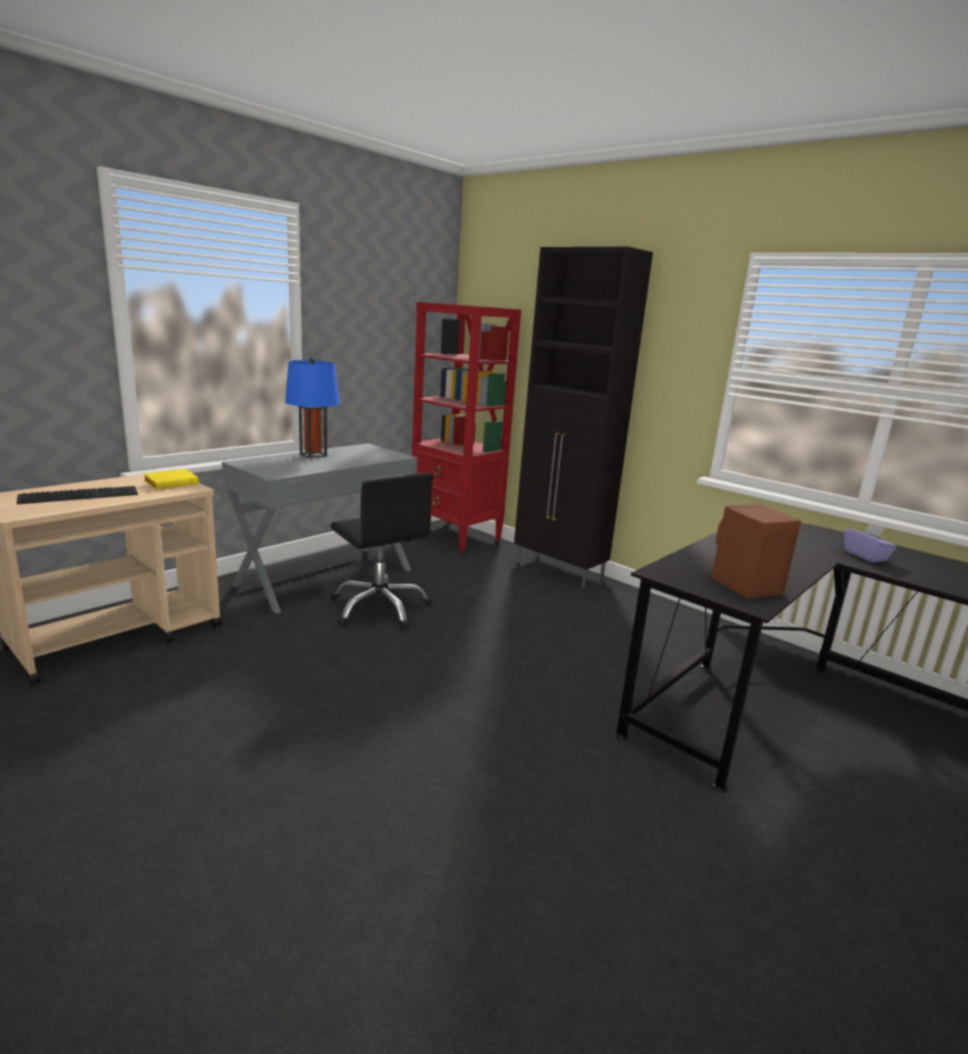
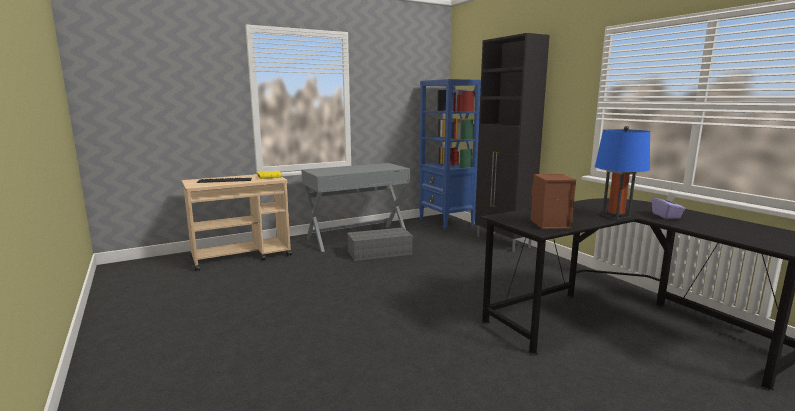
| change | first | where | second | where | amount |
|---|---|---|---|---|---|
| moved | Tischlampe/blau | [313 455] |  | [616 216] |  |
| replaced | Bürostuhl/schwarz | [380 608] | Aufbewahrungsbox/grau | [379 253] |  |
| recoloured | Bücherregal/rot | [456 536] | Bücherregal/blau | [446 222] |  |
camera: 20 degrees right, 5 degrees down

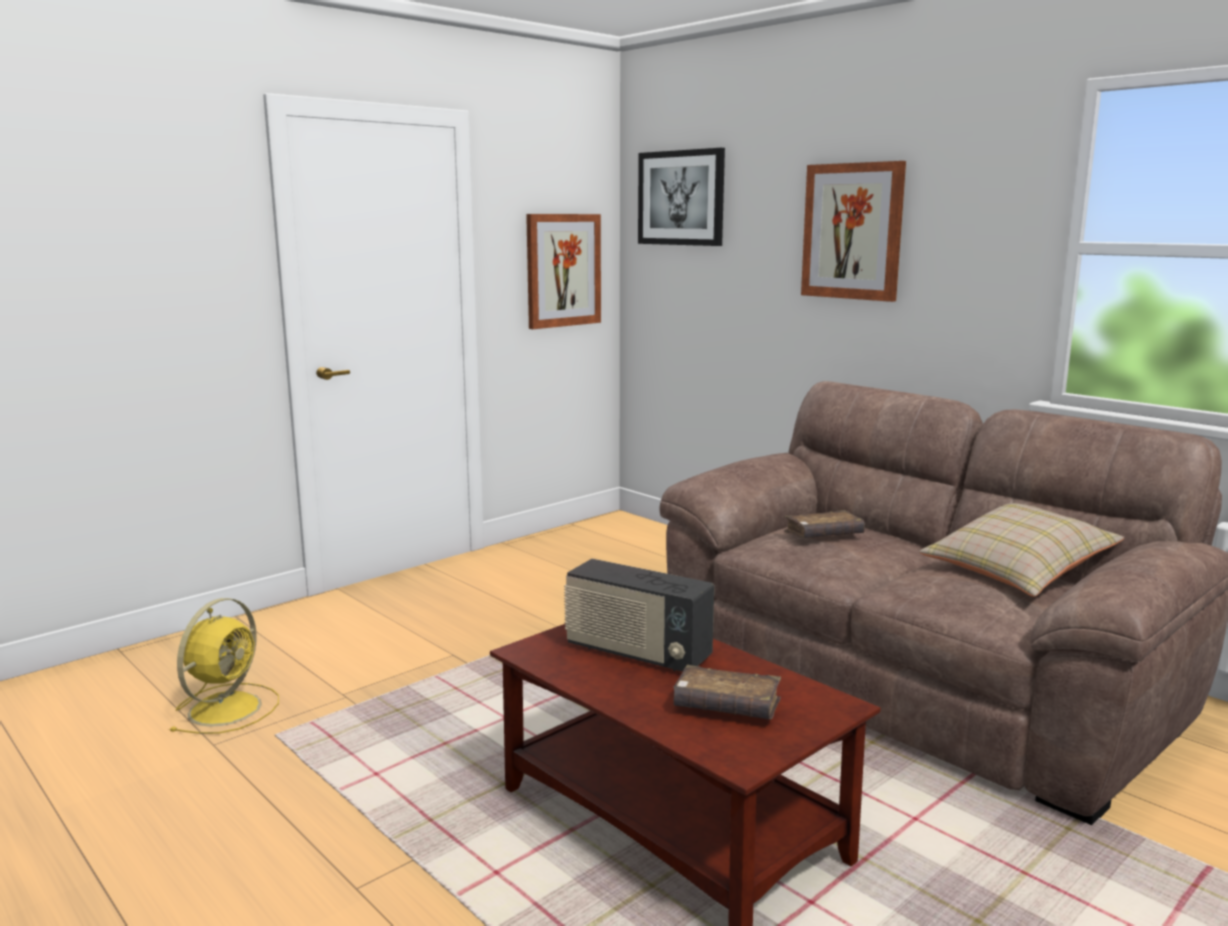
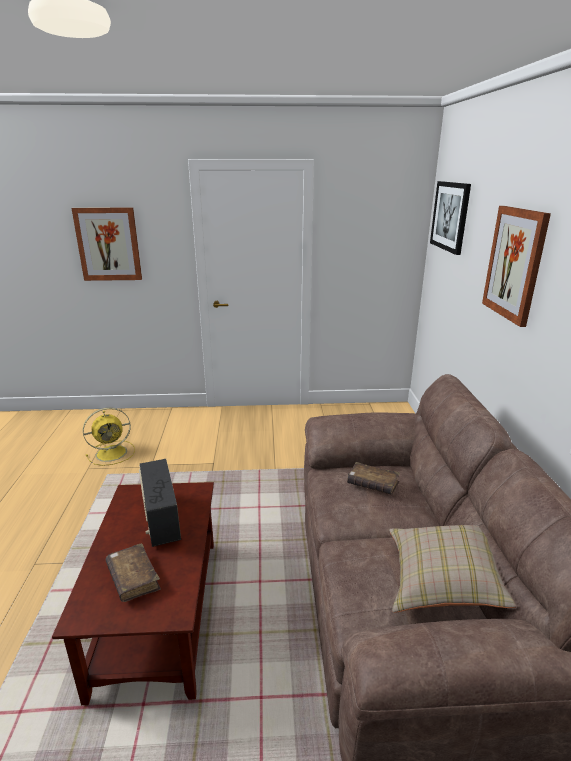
| change | first | where | second | where | amount |
|---|---|---|---|---|---|
| moved | Bild | [563 270] |  | [108 244] |  |
camera: 40 degrees right, 10 degrees up

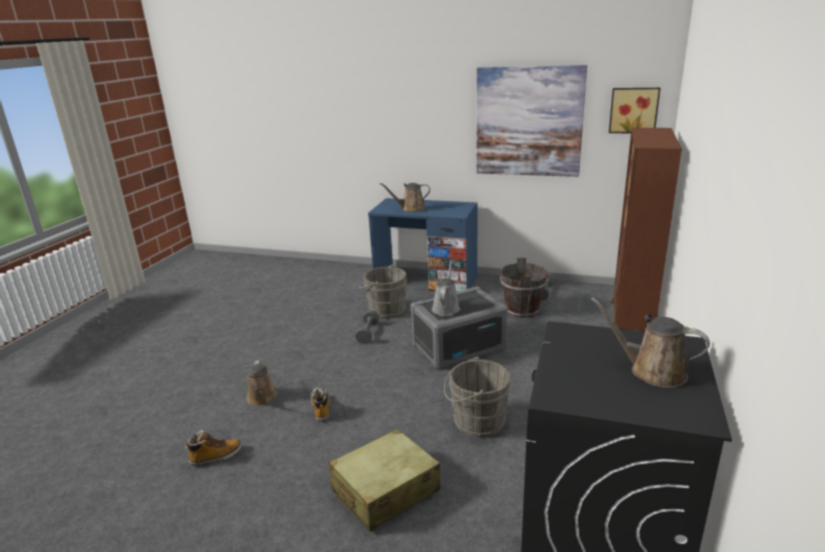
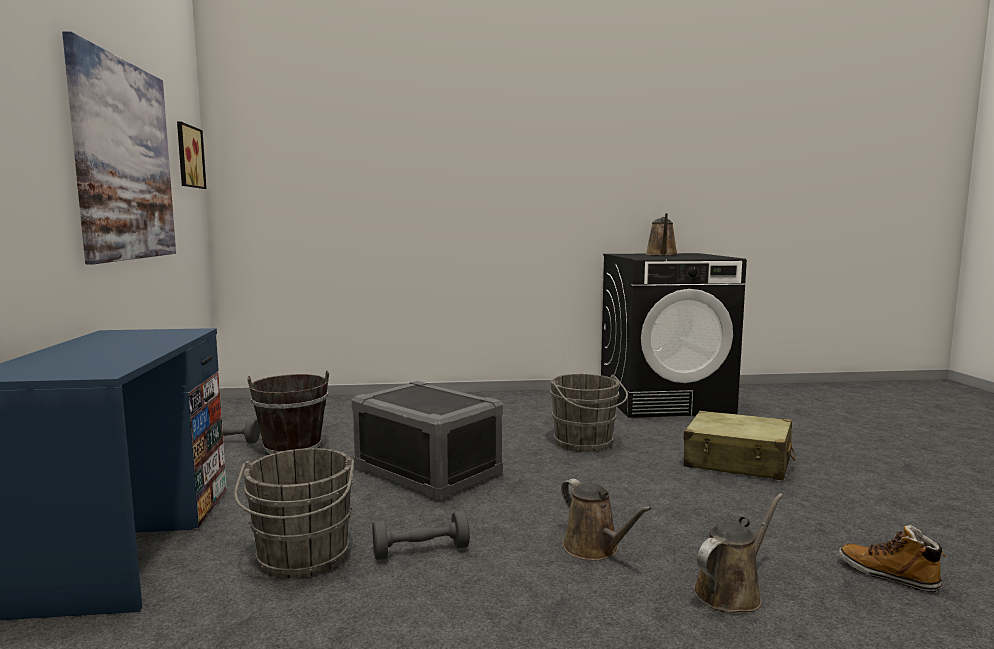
| change | first | where | second | where | amount |
|---|---|---|---|---|---|
| removed | Stiefel | [321 409] |  |  |  |
| removed | Gießkanne/grau | [446 307] |  |  |  |
| removed | Bücherregal/braun | [630 323] |  |  |  |
| moved | Gießkanne/braun | [411 209] |  | [594 549] |  |
camera: 115 degrees left, 15 degrees down

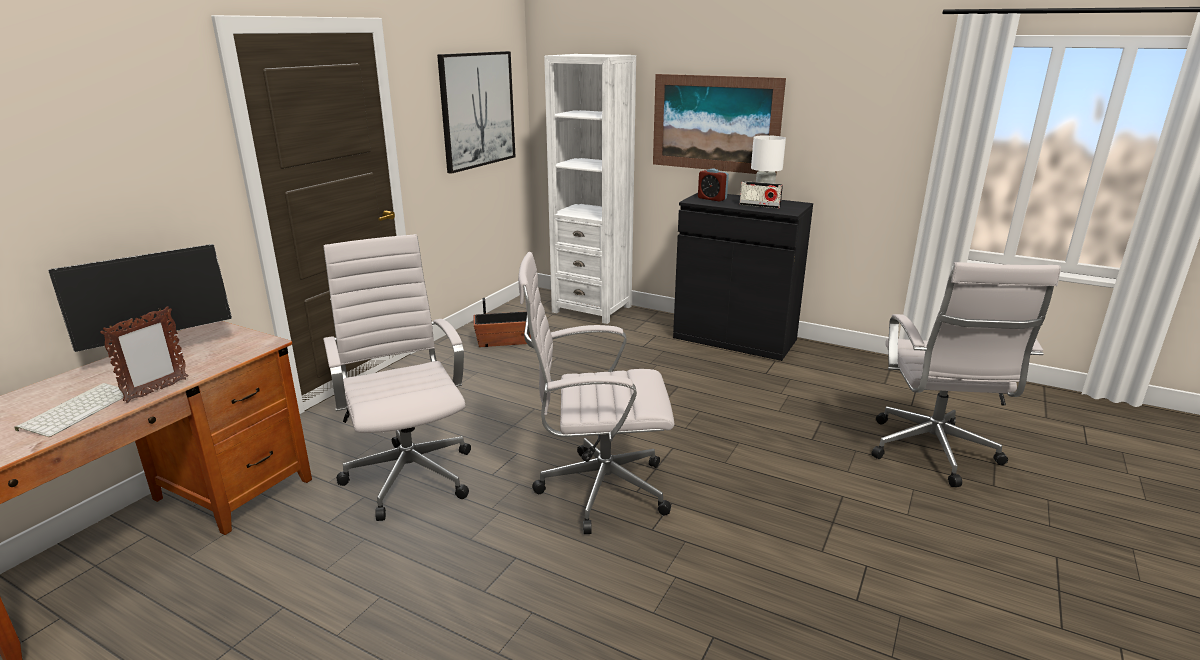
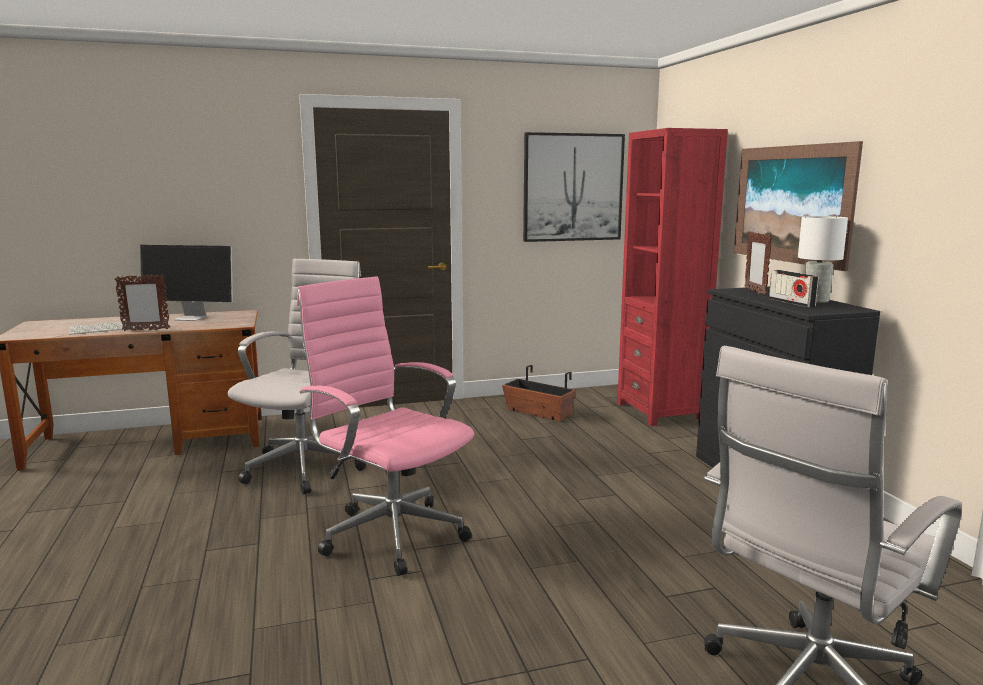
| change | first | where | second | where | amount |
|---|---|---|---|---|---|
| replaced | Wecker | [712 199] | Bilderrahmen | [755 292] |  |
| recoloured | Bürostuhl/weiß | [597 490] | Bürostuhl/rosa | [389 533] |  |
| recoloured | Bücherregal/weiß | [592 309] | Bücherregal/rot | [660 411] |  |
camera: 45 degrees right, 10 degrees down

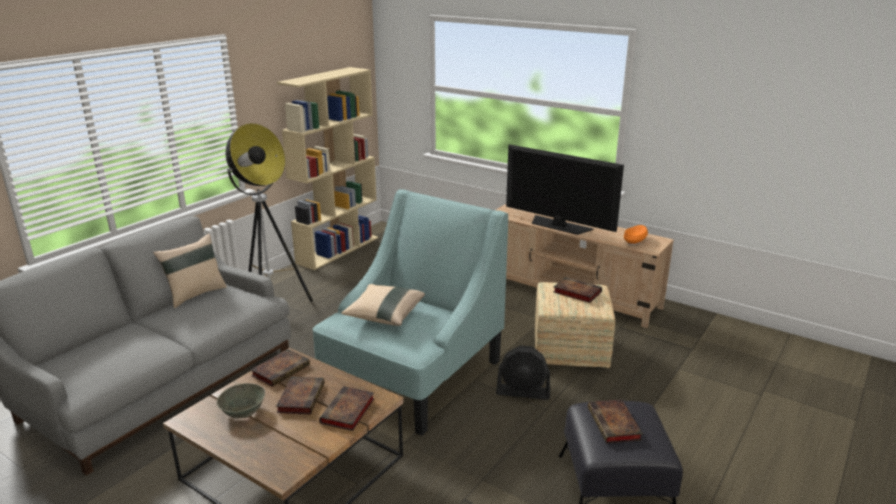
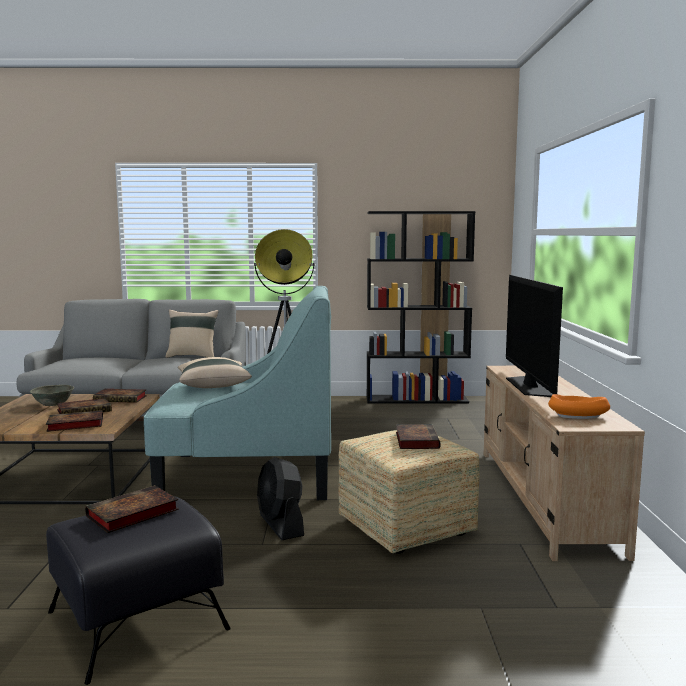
| change | first | where | second | where | amount |
|---|---|---|---|---|---|
| recoloured | Bücherregal/beige | [338 250] | Bücherregal/schwarz | [417 399] |  |
camera: 55 degrees right, 15 degrees down

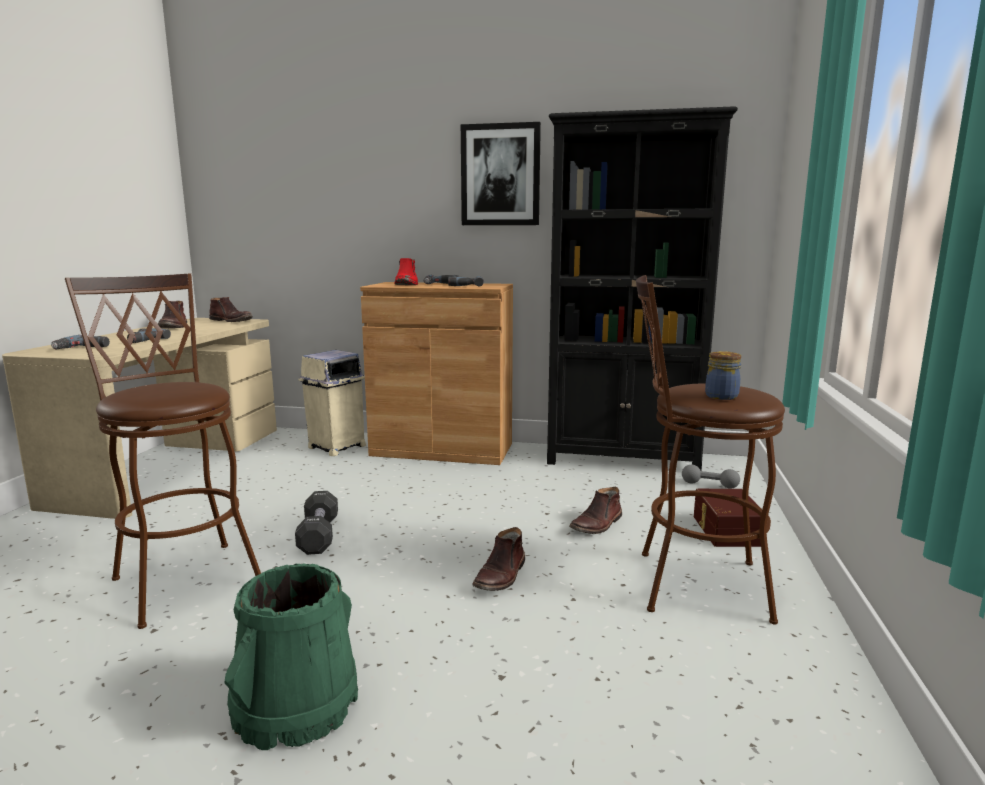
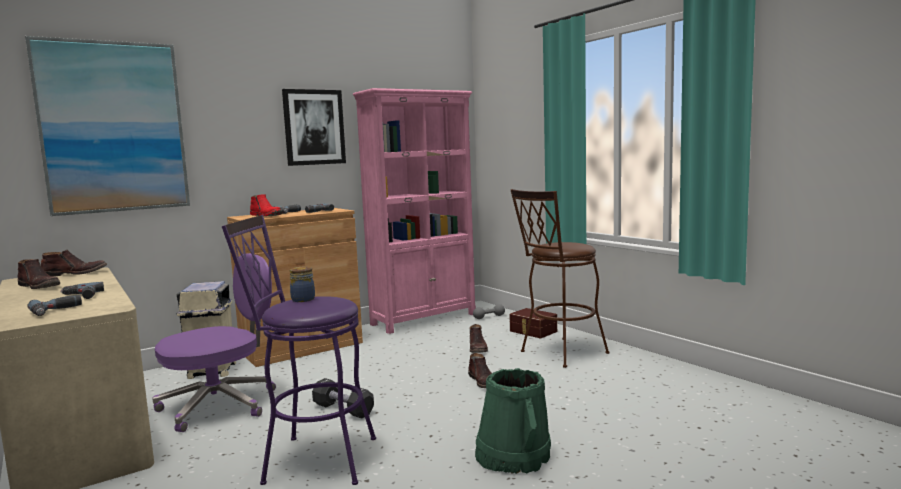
| change | first | where | second | where | amount |
|---|---|---|---|---|---|
| added |  |  | Bild | [113 127] |  |
| added |  |  | Bürostuhl/lila | [220 405] |  |
| moved | Vorratsglas | [721 396] |  | [302 299] |  |
| recoloured | Hocker/braun | [184 576] | Hocker/lila | [311 459] |  |
| recoloured | Bücherregal/schwarz | [623 459] | Bücherregal/rosa | [424 319] |  |
camera: 45 degrees left, 5 degrees down

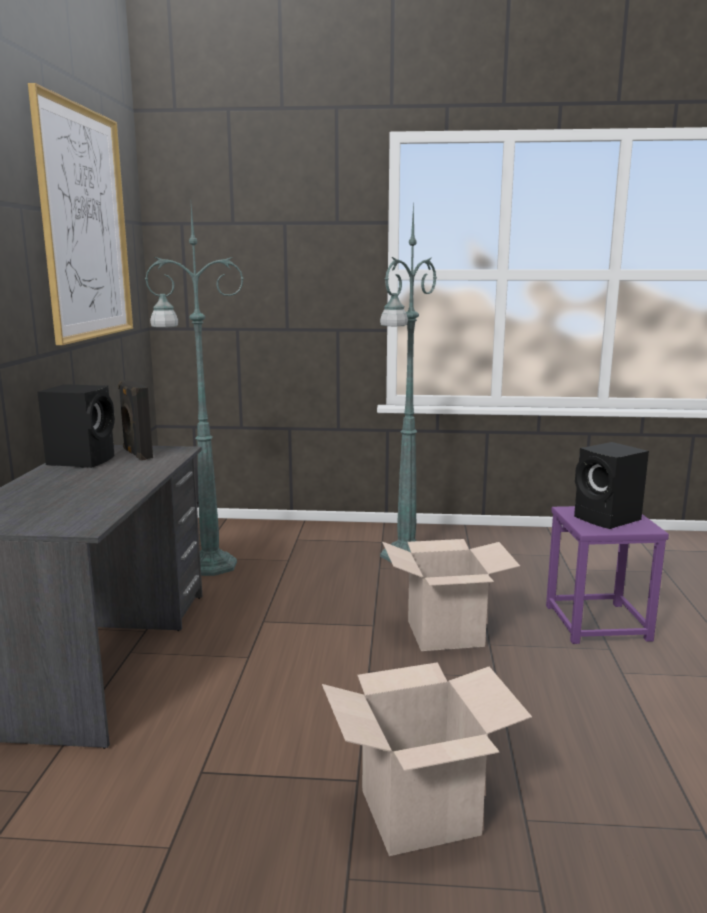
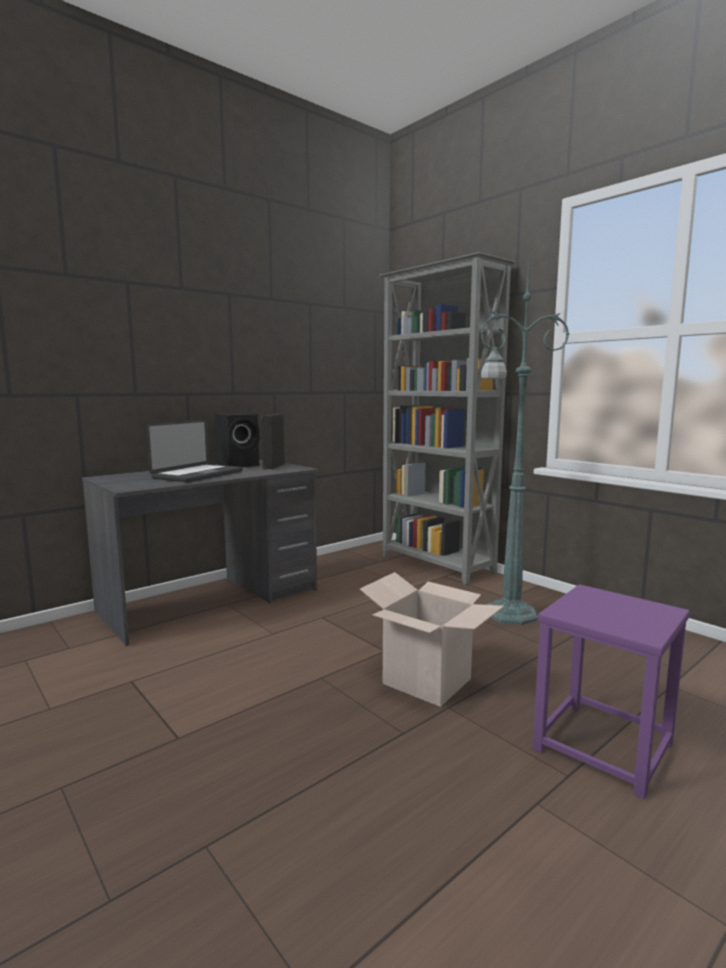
| change | first | where | second | where | amount |
|---|---|---|---|---|---|
| removed | Bild | [85 225] |  |  |  |
| removed | Stehlampe/grün | [207 565] |  |  |  |
| removed | Karton | [420 812] |  |  |  |
| removed | Lautsprecher/schwarz | [608 519] |  |  |  |
| added |  |  | Laptop | [198 475] |  |
| added |  |  | Bücherregal/grau | [437 565] |  |
camera: 45 degrees right, 5 degrees down

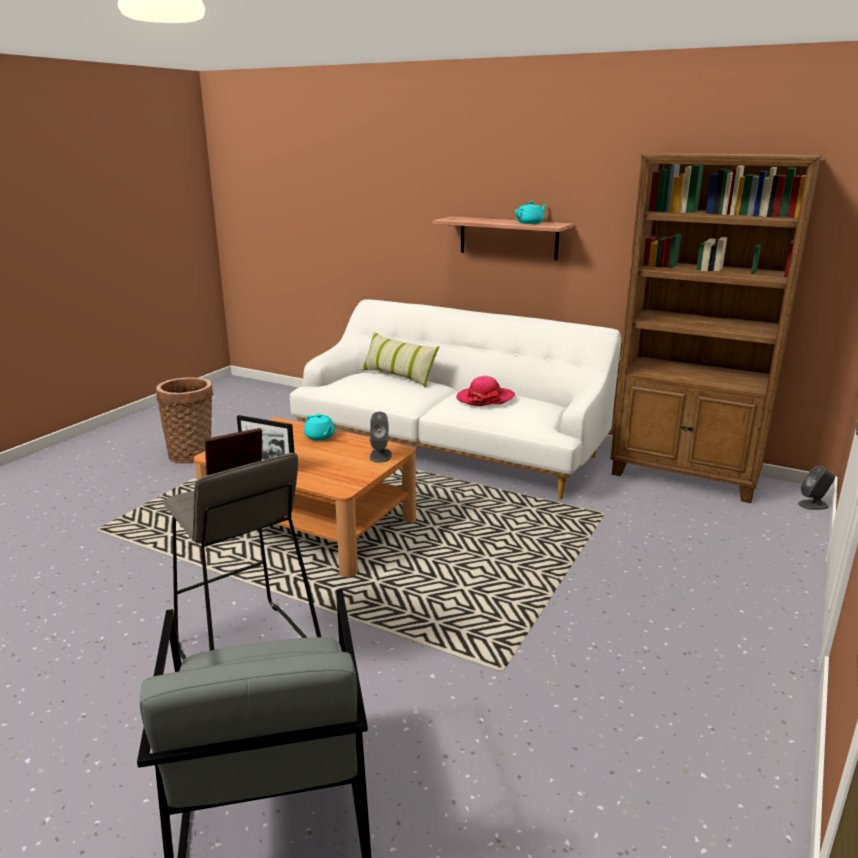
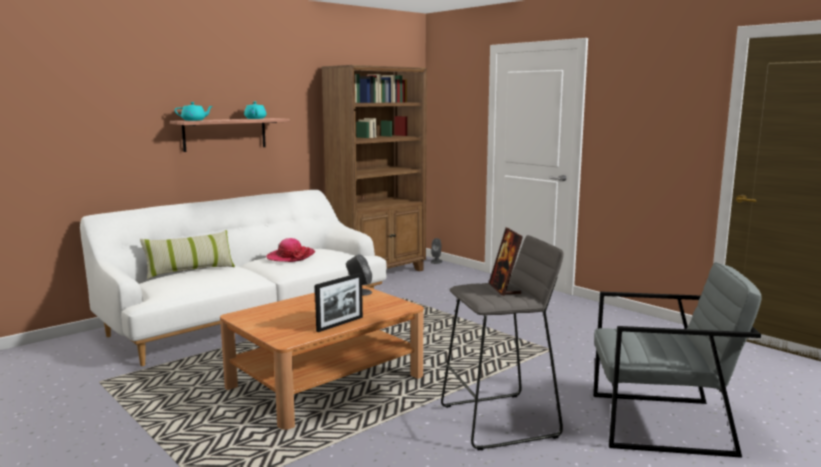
| change | first | where | second | where | amount |
|---|---|---|---|---|---|
| removed | Korb | [192 454] |  |  |  |
| moved | Teekanne/türkis | [320 437] |  | [194 120] |  |
camera: 70 degrees left, 10 degrees down

